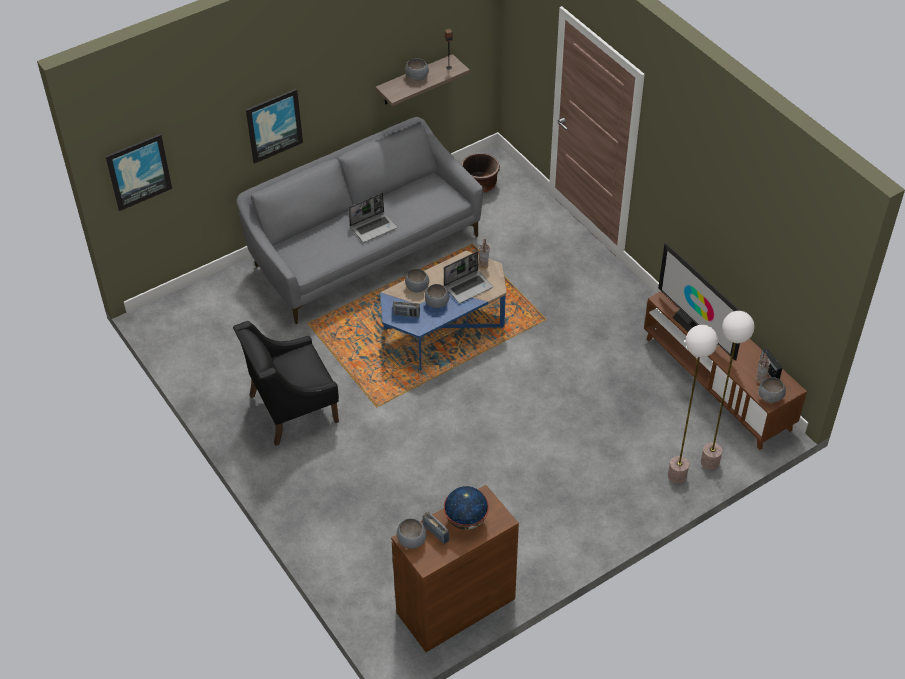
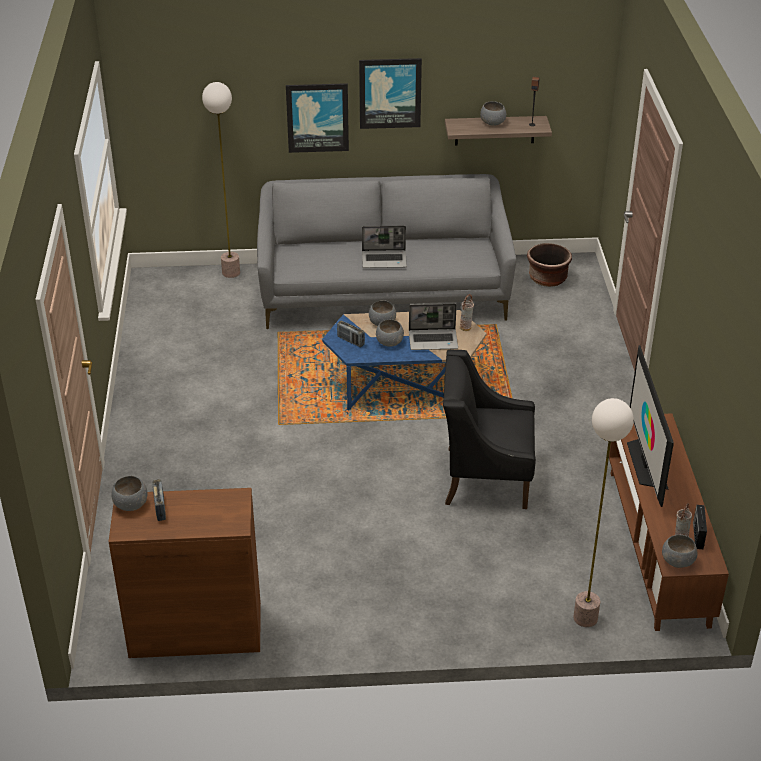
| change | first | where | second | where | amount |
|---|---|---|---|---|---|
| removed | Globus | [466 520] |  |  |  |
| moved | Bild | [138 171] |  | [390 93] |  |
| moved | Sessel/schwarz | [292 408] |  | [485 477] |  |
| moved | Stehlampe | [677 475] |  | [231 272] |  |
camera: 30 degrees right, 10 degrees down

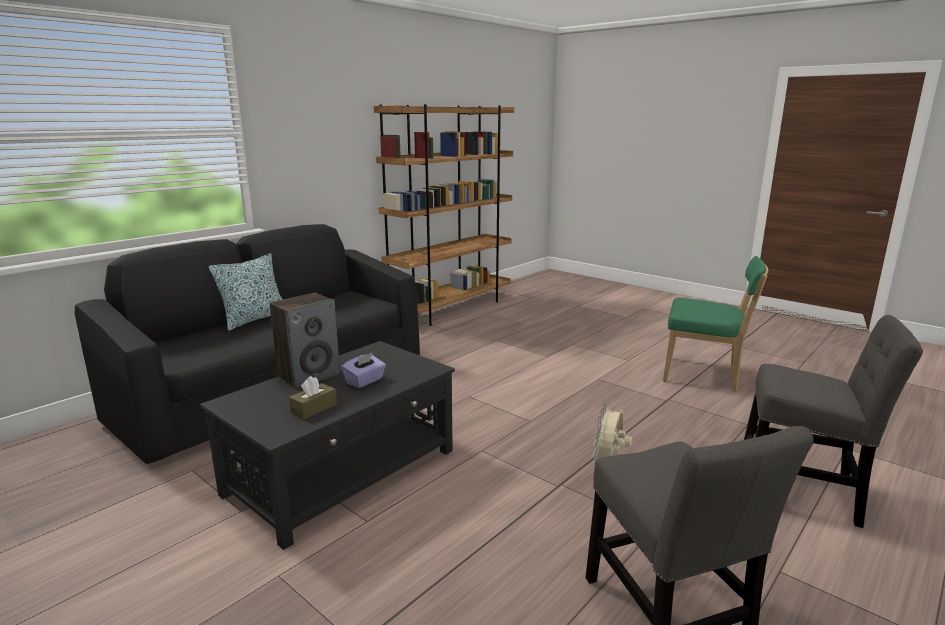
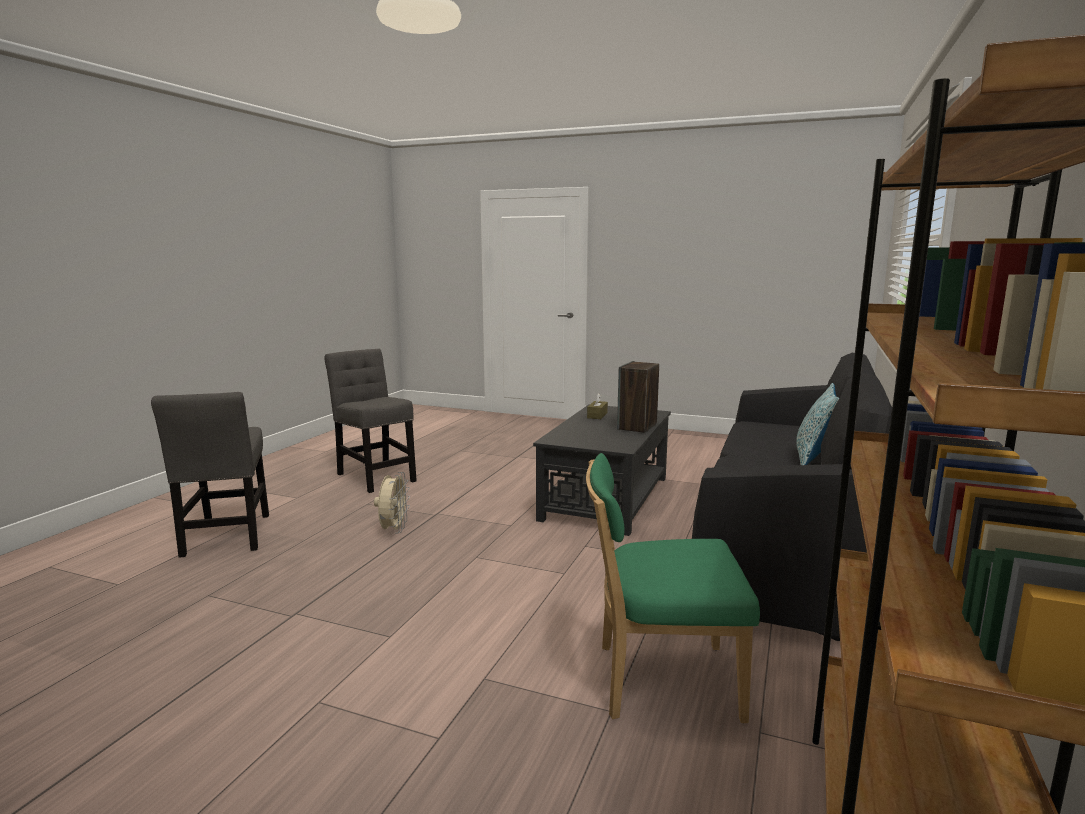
| change | first | where | second | where | amount |
|---|---|---|---|---|---|
| removed | Taschentuchbox/lila | [365 381] |  |  |  |
| moved | Stuhl/grün | [705 375] |  | [659 681] |  |
| turned | Stuhl/grau | [804 493] |  | [227 537] | 105 degrees counterclockwise |
camera: 160 degrees right, 5 degrees down

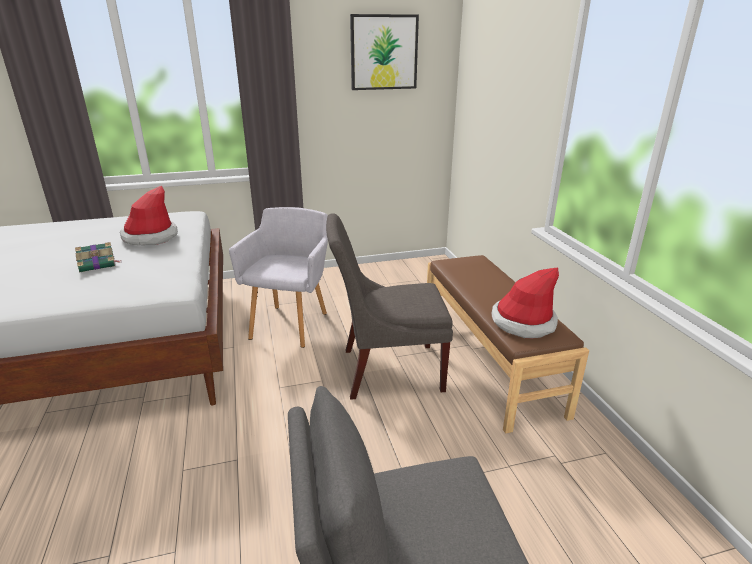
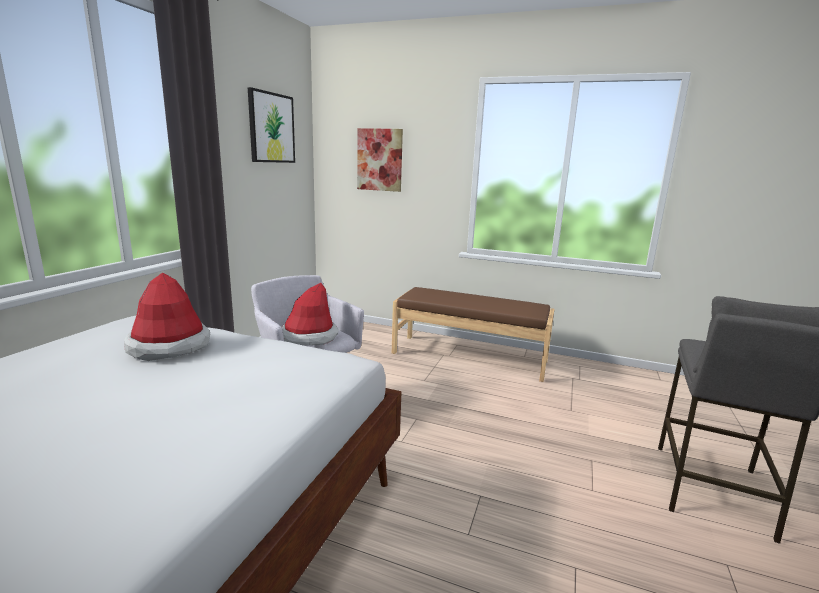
| change | first | where | second | where | amount |
|---|---|---|---|---|---|
| removed | Buch | [98 264] |  |  |  |
| removed | Stuhl/grau | [386 370] |  |  |  |
| added |  |  | Bild | [380 160] |  |
| moved | Hut | [523 322] |  | [309 337] |  |
camera: 55 degrees left, 10 degrees down

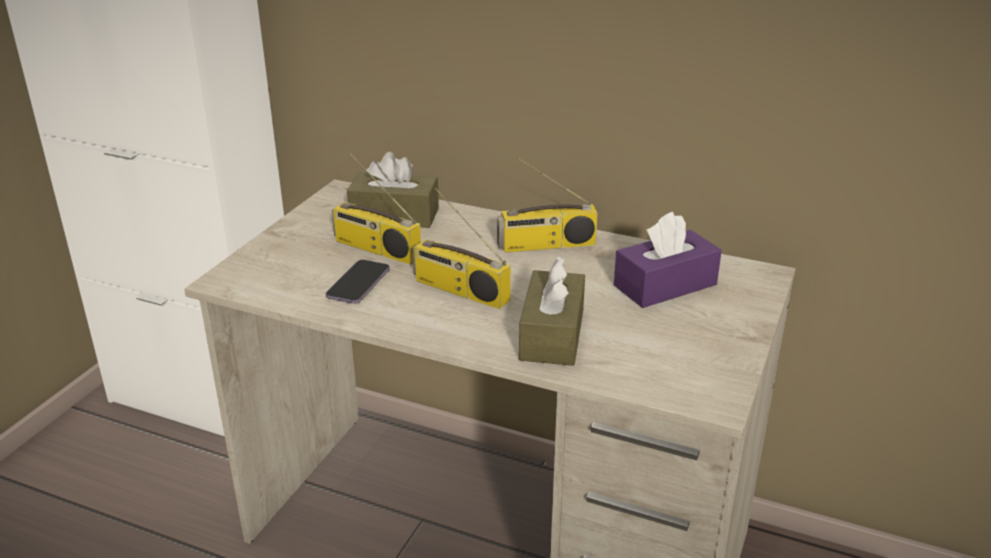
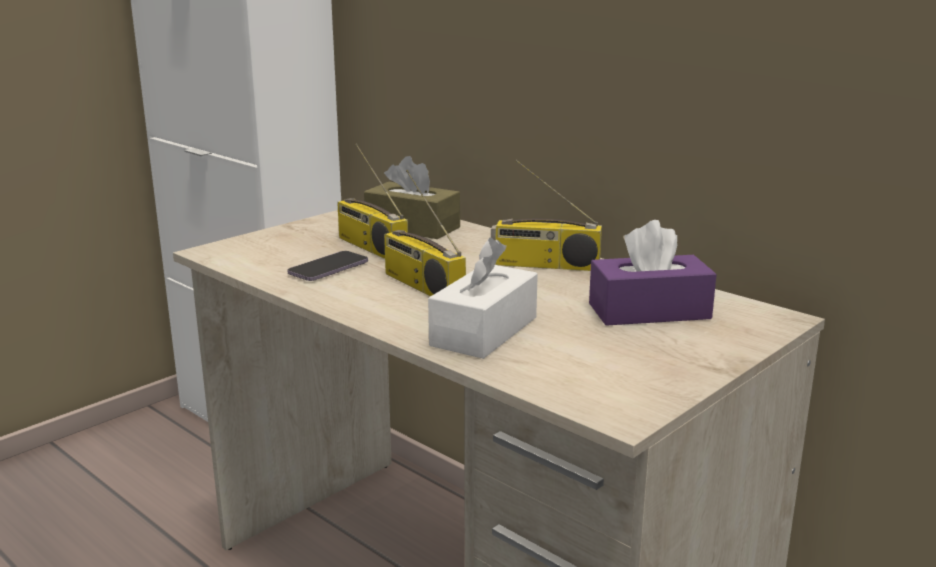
| change | first | where | second | where | amount |
|---|---|---|---|---|---|
| recoloured | Taschentuchbox/braun | [552 334] | Taschentuchbox/weiß | [484 331] |  |
camera: 20 degrees right, 10 degrees down

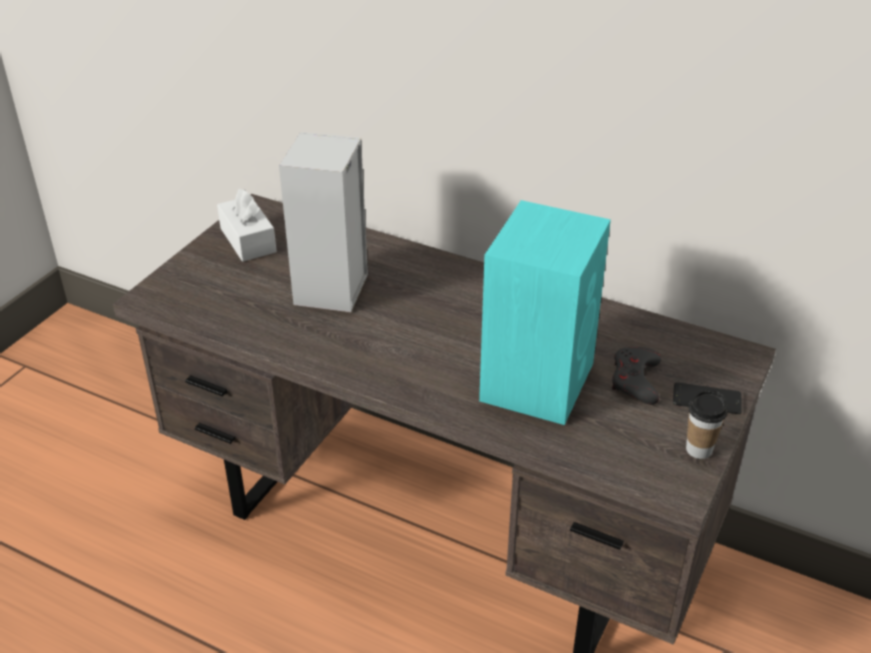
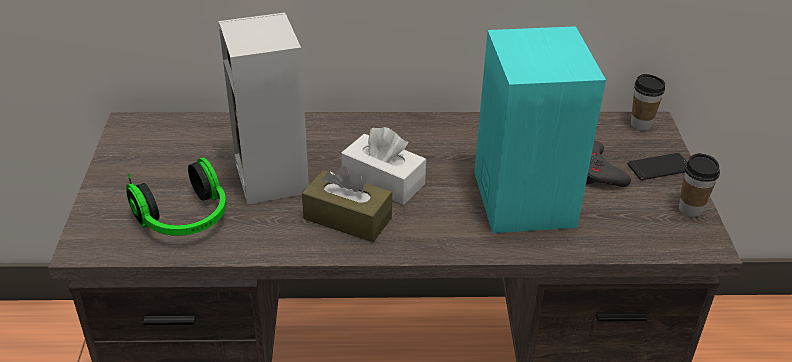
| change | first | where | second | where | amount |
|---|---|---|---|---|---|
| added |  |  | Kopfhörer | [185 220] |  |
| added |  |  | Taschentuchbox/braun | [347 218] |  |
| added |  |  | Tasse | [641 124] |  |
| moved | Taschentuchbox/weiß | [248 240] |  | [383 181] |  |
camera: 30 degrees left, 0 degrees up

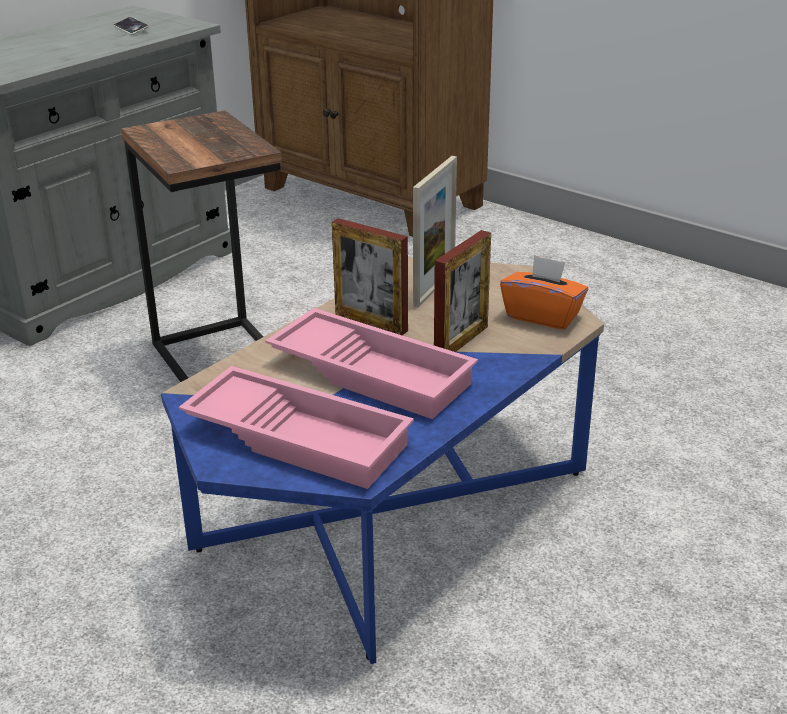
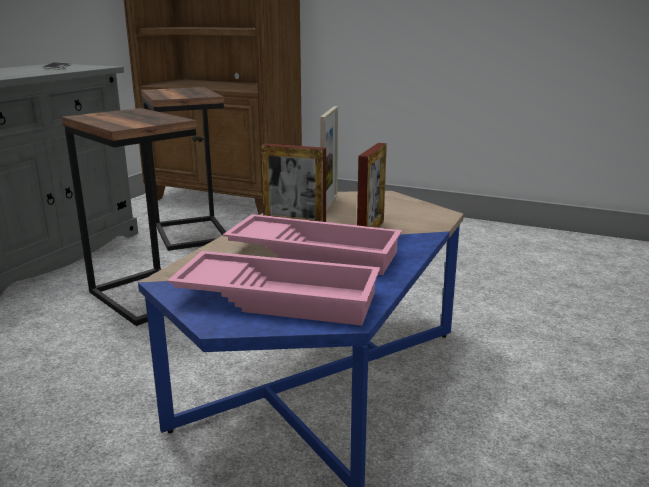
| change | first | where | second | where | amount |
|---|---|---|---|---|---|
| removed | Taschentuchbox/orange | [542 316] |  |  |  |
| added |  |  | Beistelltisch | [193 233] |  |
camera: 15 degrees left, 10 degrees down

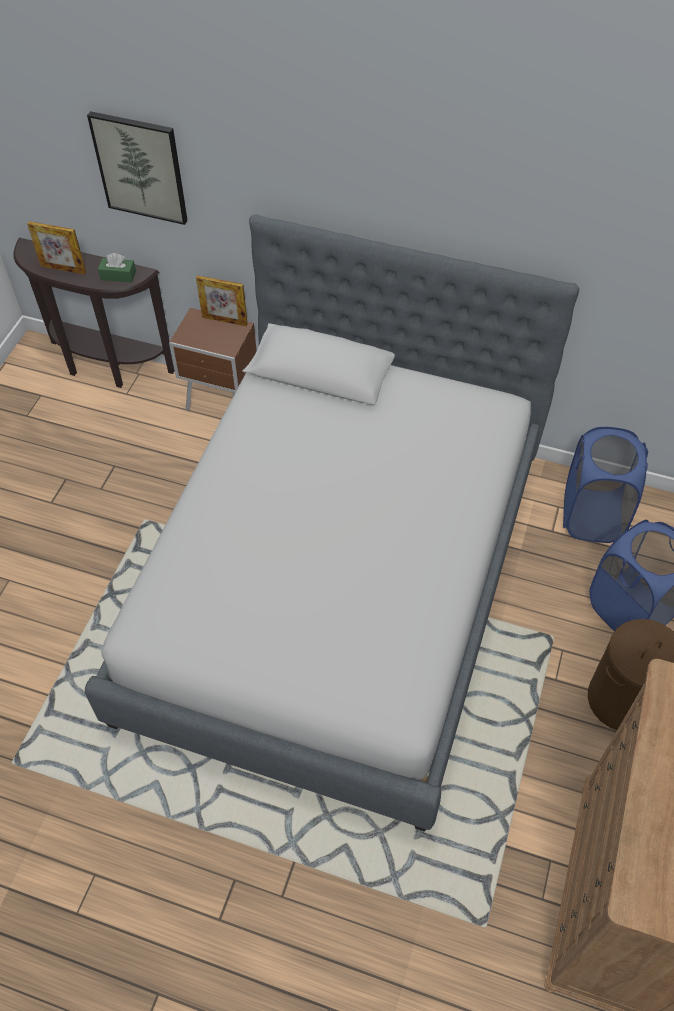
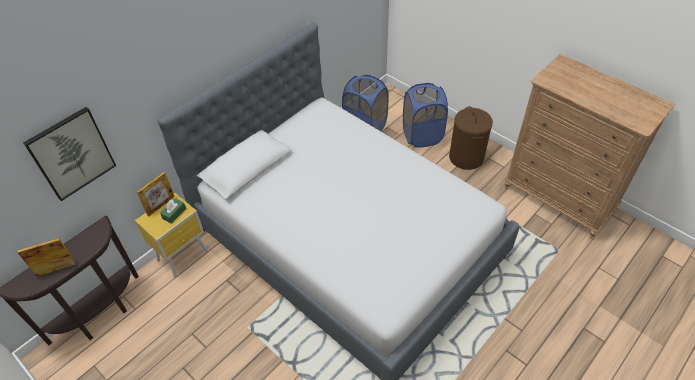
| change | first | where | second | where | amount |
|---|---|---|---|---|---|
| moved | Taschentuchbox/grün | [118 275] |  | [174 213] |  |
| recoloured | Nachttisch/braun | [223 403] | Nachttisch/gelb | [184 256] |  |
| turned | Bilderrahmen | [63 269] |  | [56 269] | 150 degrees counterclockwise |
camera: 65 degrees left, 5 degrees down

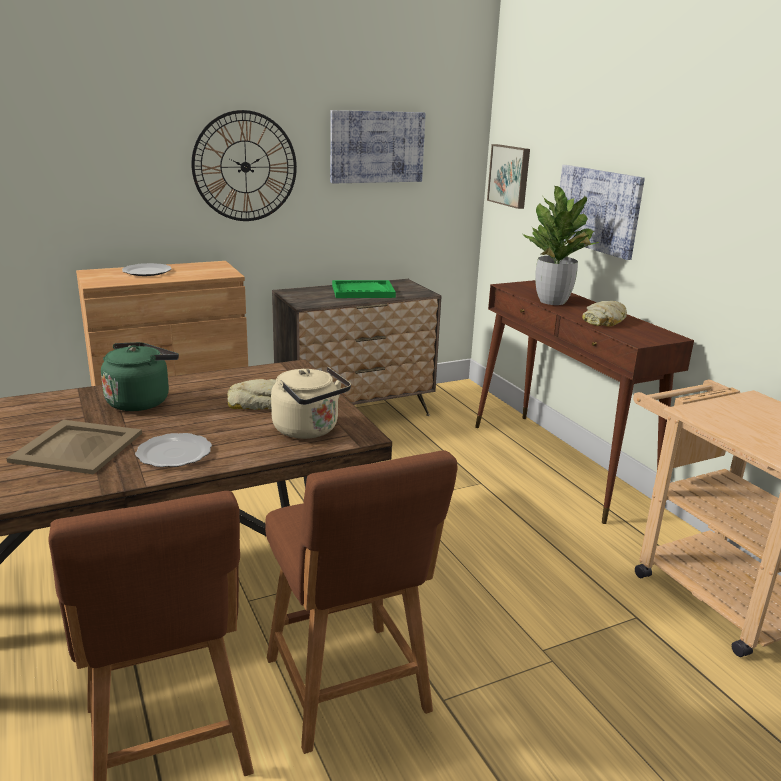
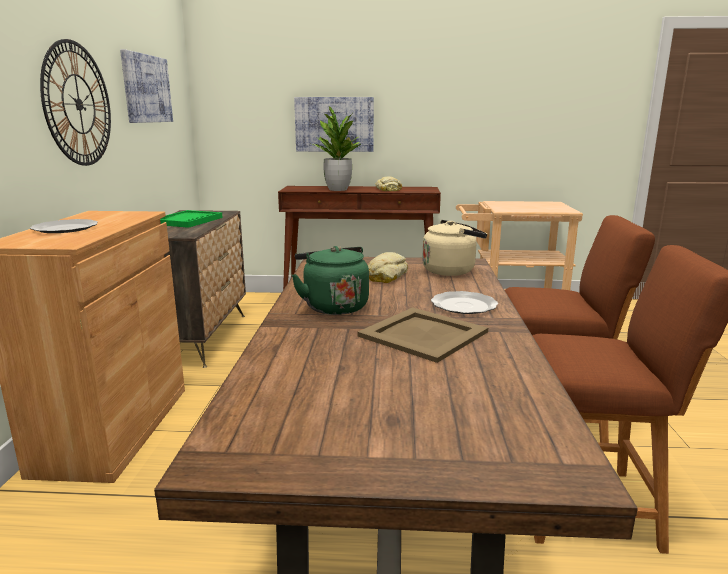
| change | first | where | second | where | amount |
|---|---|---|---|---|---|
| removed | Bild | [510 175] |  |  |  |
camera: 60 degrees left, 5 degrees down

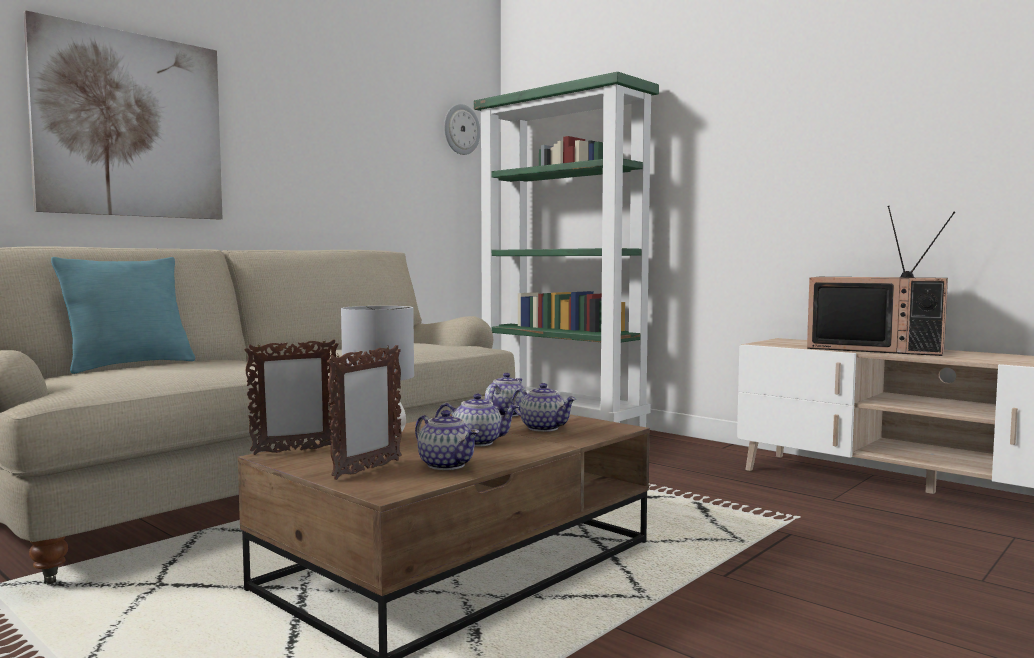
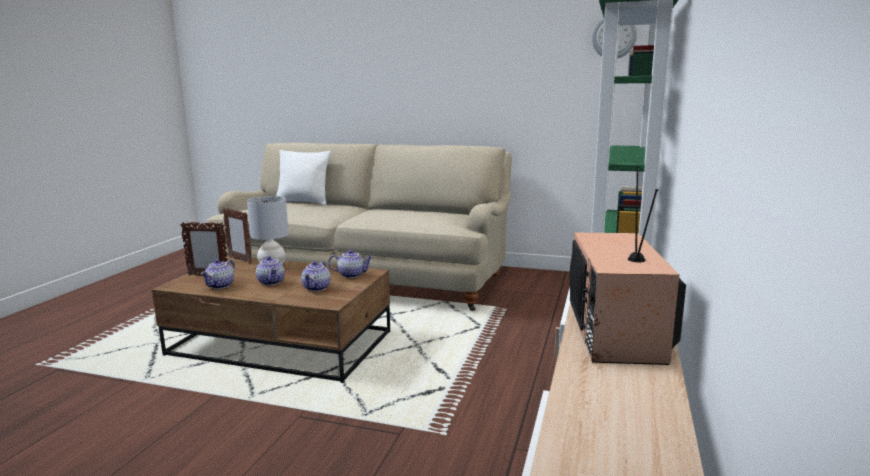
| change | first | where | second | where | amount |
|---|---|---|---|---|---|
| removed | Bild | [130 125] |  |  |  |
| recoloured | Kissen/türkis | [129 365] | Kissen/weiß | [303 202] |  |
camera: 65 degrees right, 10 degrees up

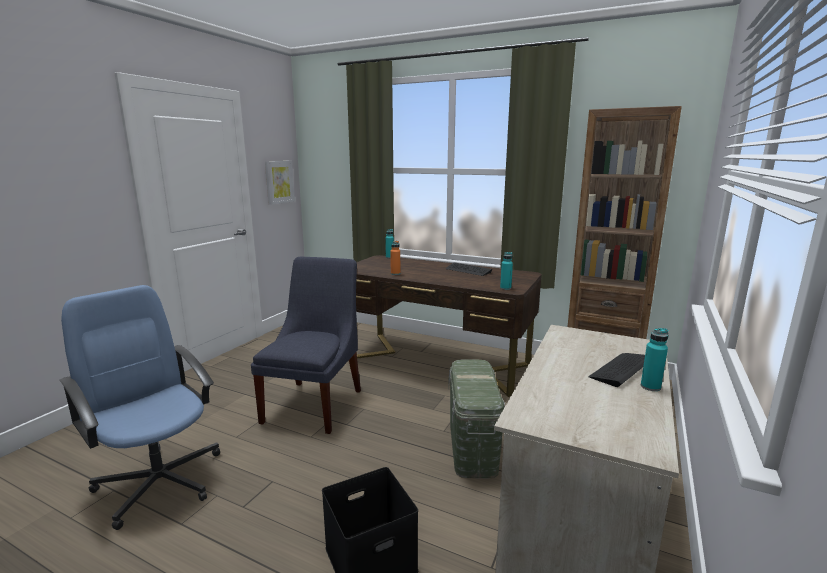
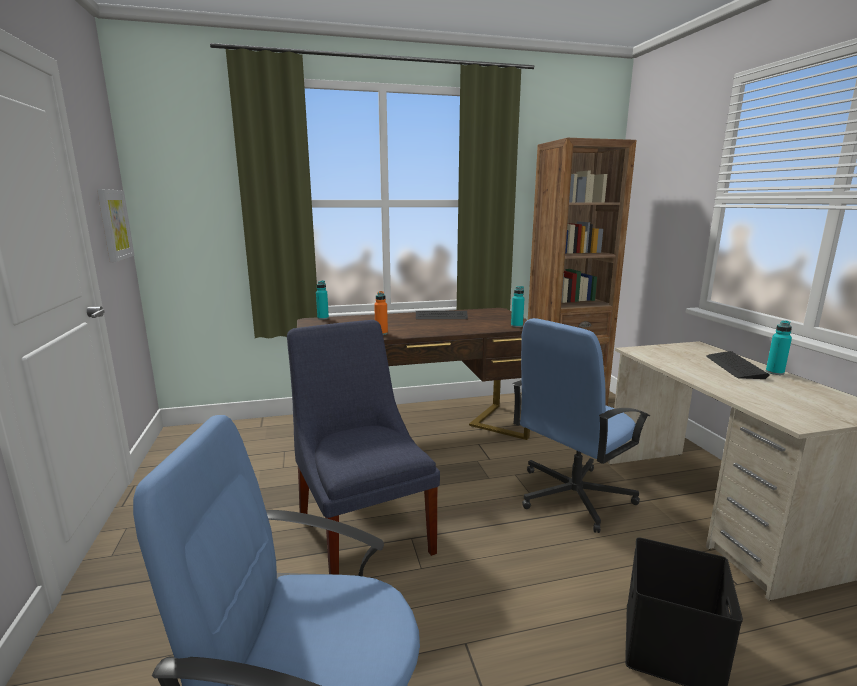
| change | first | where | second | where | amount |
|---|---|---|---|---|---|
| replaced | Aufbewahrungsbox/grün | [472 447] | Bürostuhl/blau | [572 496] |  |
camera: 40 degrees left, 0 degrees up

